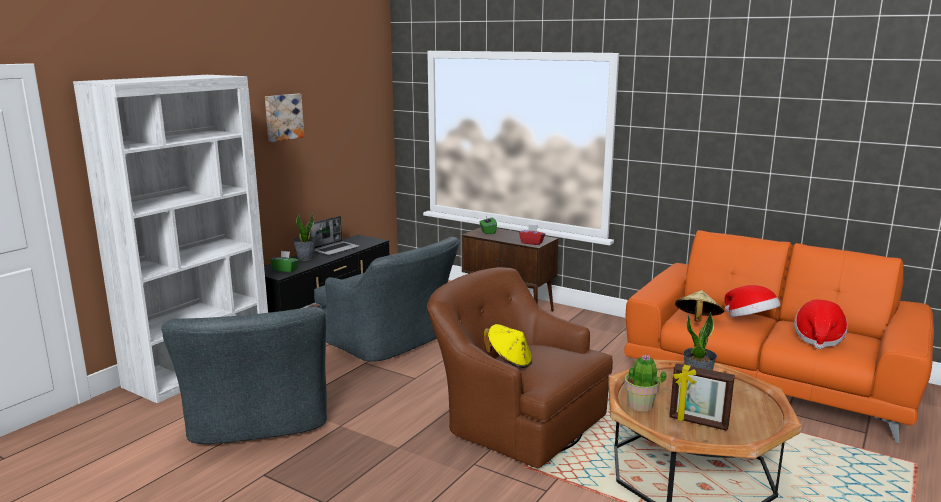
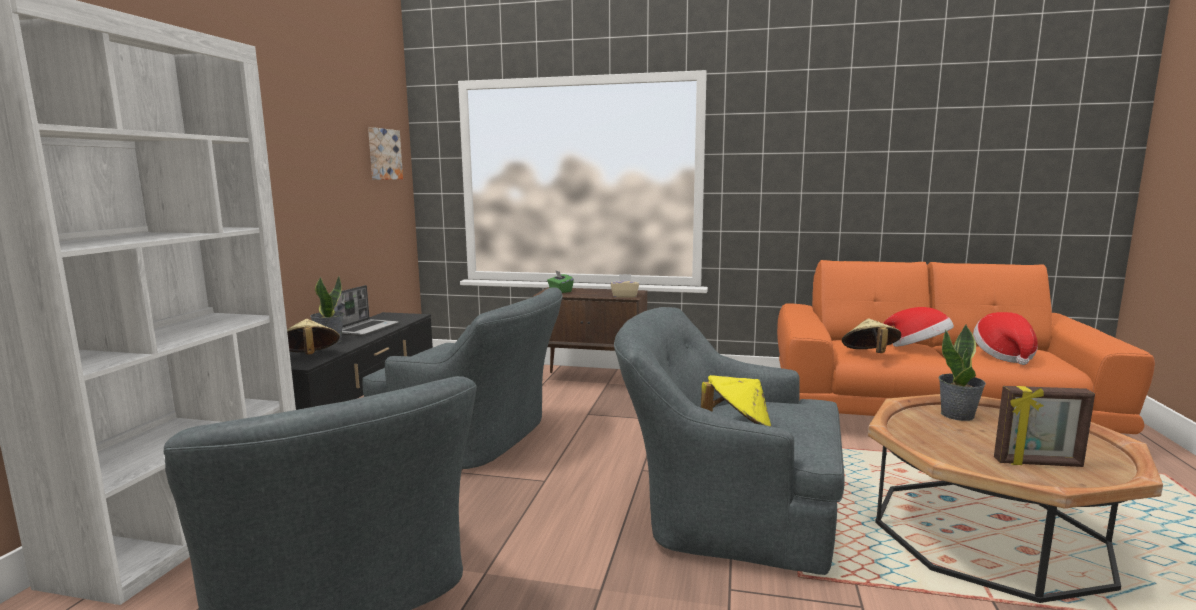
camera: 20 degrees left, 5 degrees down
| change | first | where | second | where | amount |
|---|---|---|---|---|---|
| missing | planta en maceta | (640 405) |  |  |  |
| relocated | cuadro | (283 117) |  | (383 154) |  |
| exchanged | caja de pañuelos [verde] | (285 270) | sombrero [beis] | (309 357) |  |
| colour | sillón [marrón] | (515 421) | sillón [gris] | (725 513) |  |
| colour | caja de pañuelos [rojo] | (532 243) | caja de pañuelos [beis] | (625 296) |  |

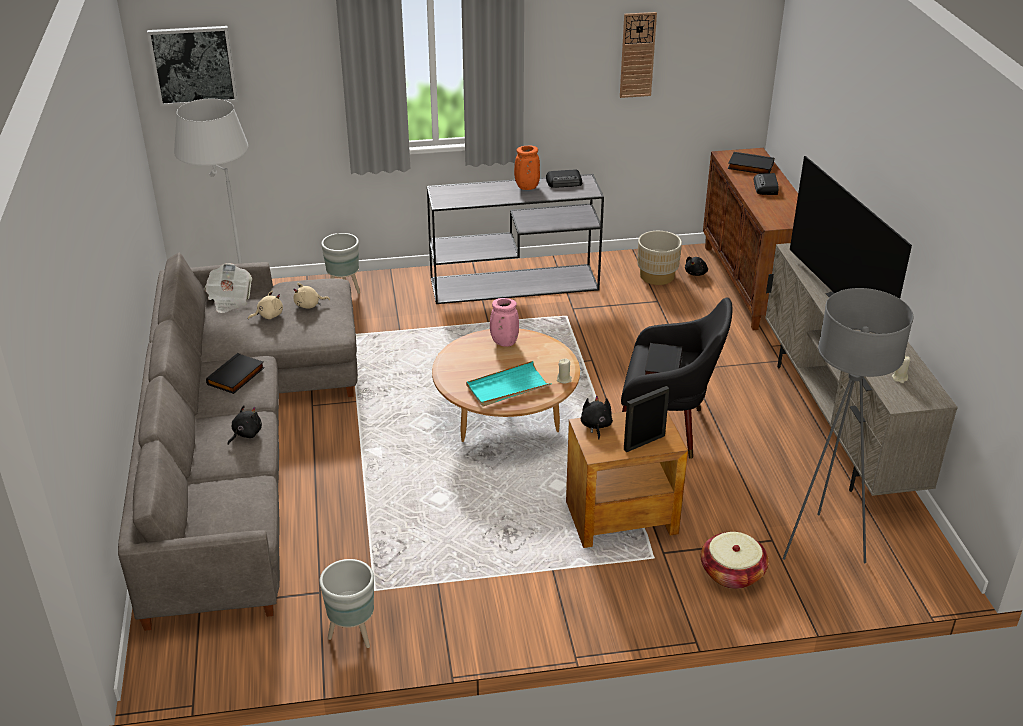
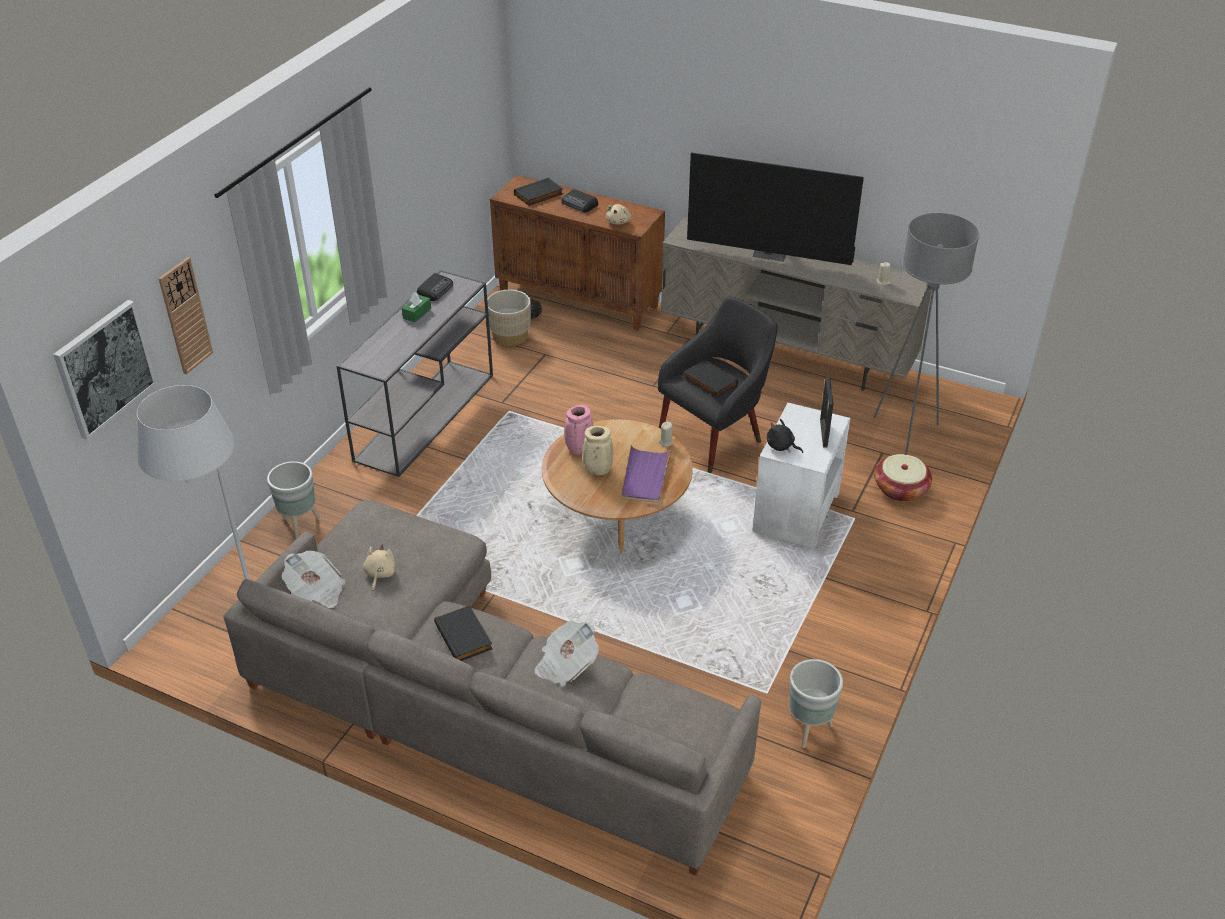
camera: 55 degrees left, 5 degrees up
| change | first | where | second | where | amount |
|---|---|---|---|---|---|
| appeared |  |  | florero [beis] | (597 470) |  |
| relocated | peluche [beis] | (309 305) |  | (618 221) |  |
| relocated | reloj de pared | (637 55) |  | (185 316) |  |
| exchanged | peluche [negro] | (245 434) | periódico | (566 664) |  |
| exchanged | florero [naranja] | (526 187) | caja de pañuelos [verde] | (417 313) |  |
| colour | bandeja [turquesa] | (507 387) | bandeja [morado] | (645 476) |  |
| colour | mesa auxiliar [marrón] | (620 517) | mesa auxiliar [blanco] | (795 512) |  |

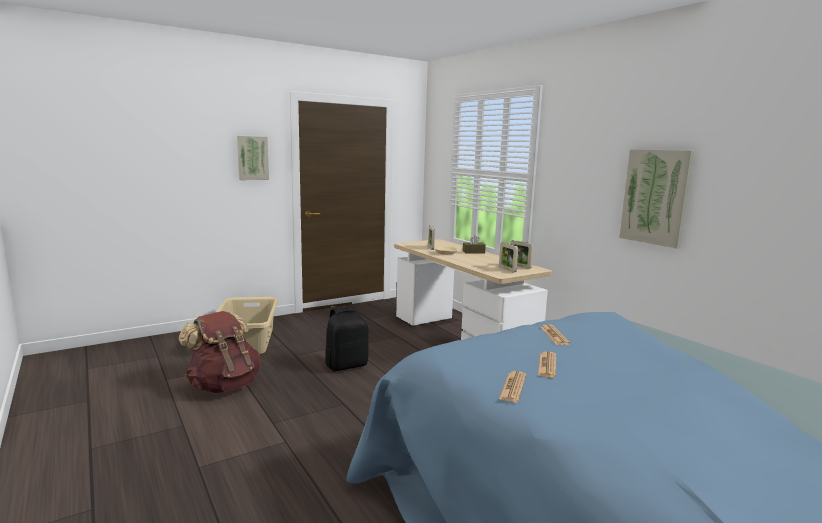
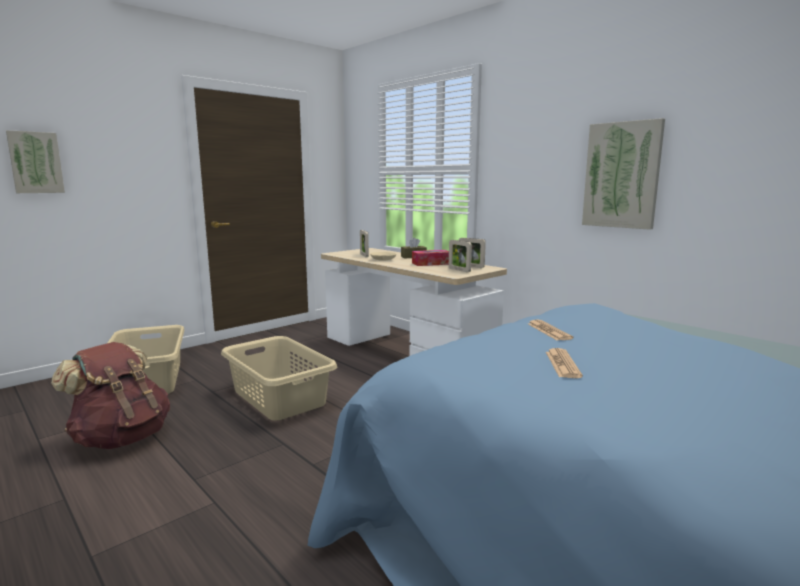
camera: 10 degrees left, 0 degrees up
| change | first | where | second | where | amount |
|---|---|---|---|---|---|
| missing | periódico | (513 387) |  |  |  |
| appeared |  |  | caja de pañuelos | (431 263) |  |
| relocated | cuadro | (252 158) |  | (35 162) |  |
| exchanged | mochila [negro] | (346 365) | cesto de la ropa [beis] | (279 397) |  |

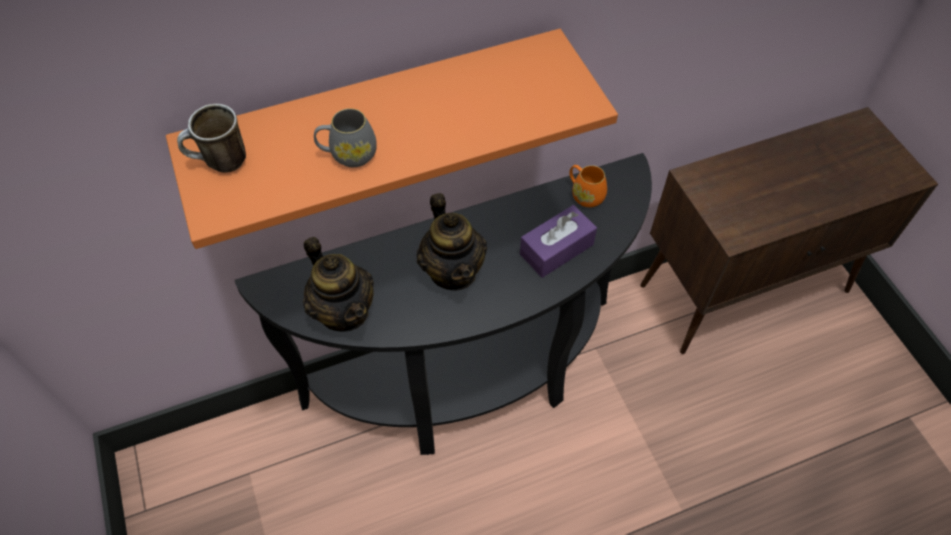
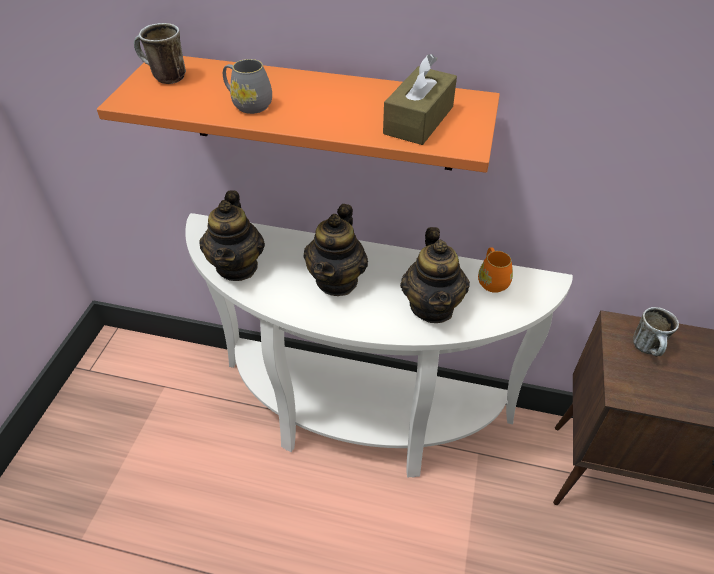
camera: 35 degrees right, 10 degrees down
| change | first | where | second | where | amount |
|---|---|---|---|---|---|
| appeared |  |  | caja de pañuelos [marrón] | (418 120) |  |
| appeared |  |  | taza grande | (648 350) |  |
| exchanged | caja de pañuelos [morado] | (556 249) | tetera | (432 306) |  |
| colour | mesa consola [negro] | (472 383) | mesa consola [blanco] | (358 420) |  |

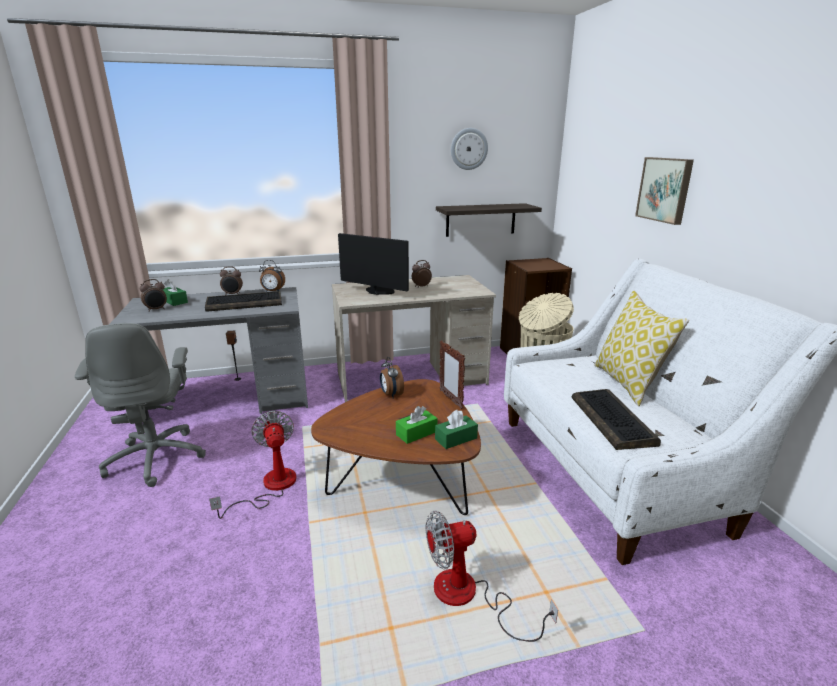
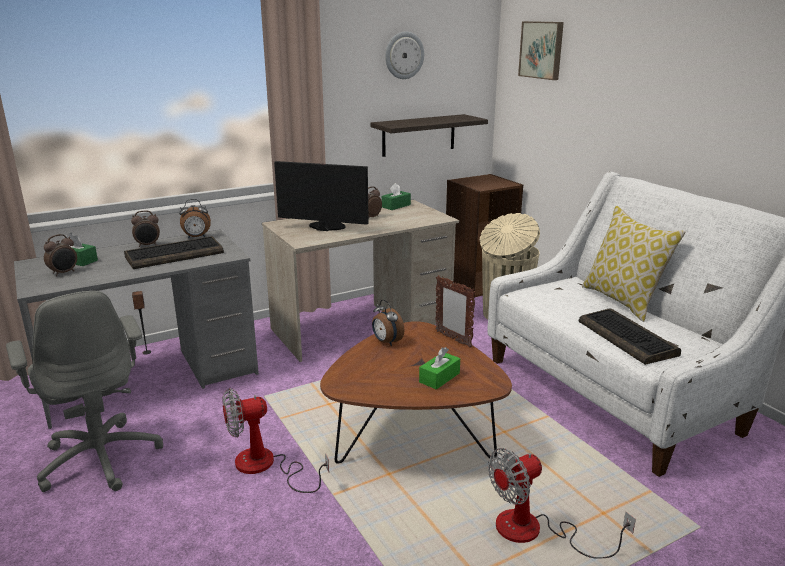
camera: 15 degrees left, 0 degrees up
| change | first | where | second | where | amount |
|---|---|---|---|---|---|
| relocated | caja de pañuelos [verde] | (456 438) |  | (396 206) |  |
| relocated | cuadro | (665 189) |  | (542 50) |  |
| spun | ventilador | (270 487) |  | (266 466) | 75 degrees counterclockwise |

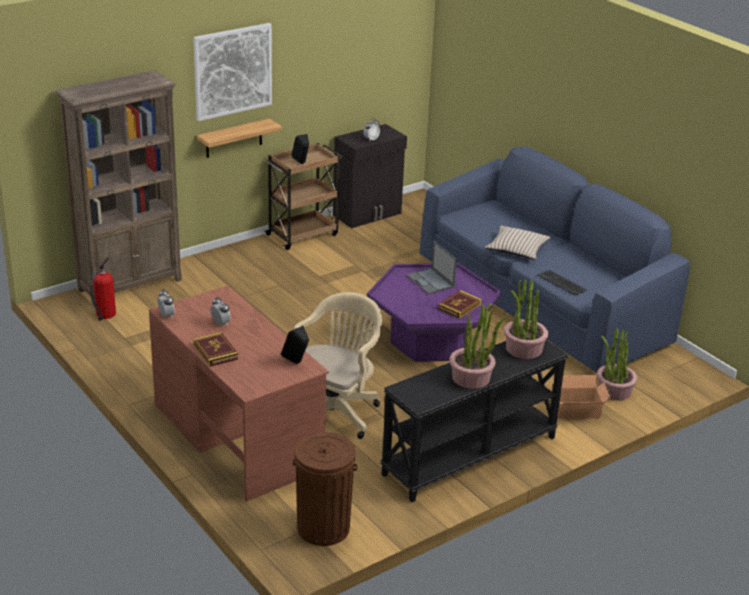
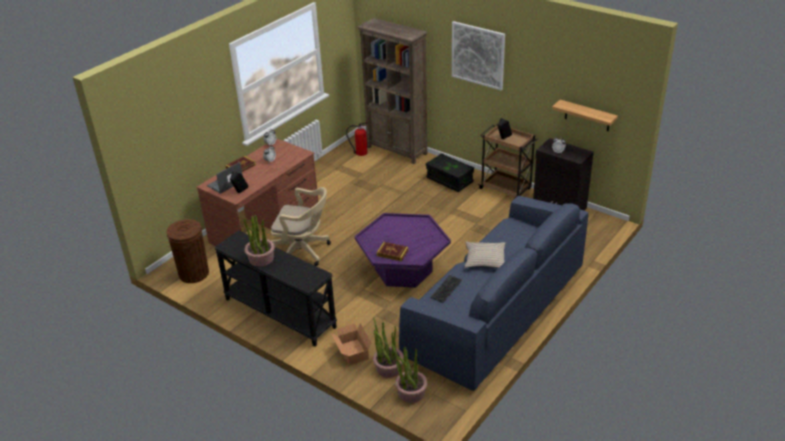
camera: 75 degrees right, 5 degrees up
| change | first | where | second | where | amount |
|---|---|---|---|---|---|
| appeared |  |  | caja de almacenaje [negro] | (449 180) |  |
| relocated | estante | (234 138) |  | (587 116) |  |
| relocated | portátil | (431 281) |  | (225 184) |  |
| relocated | planta en maceta | (523 348) |  | (411 392) |  |

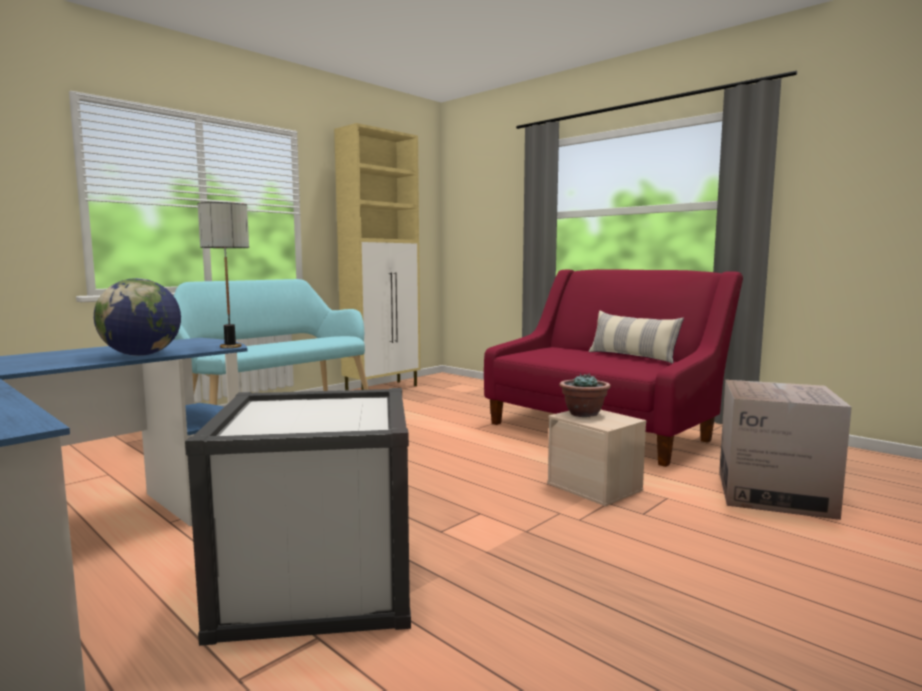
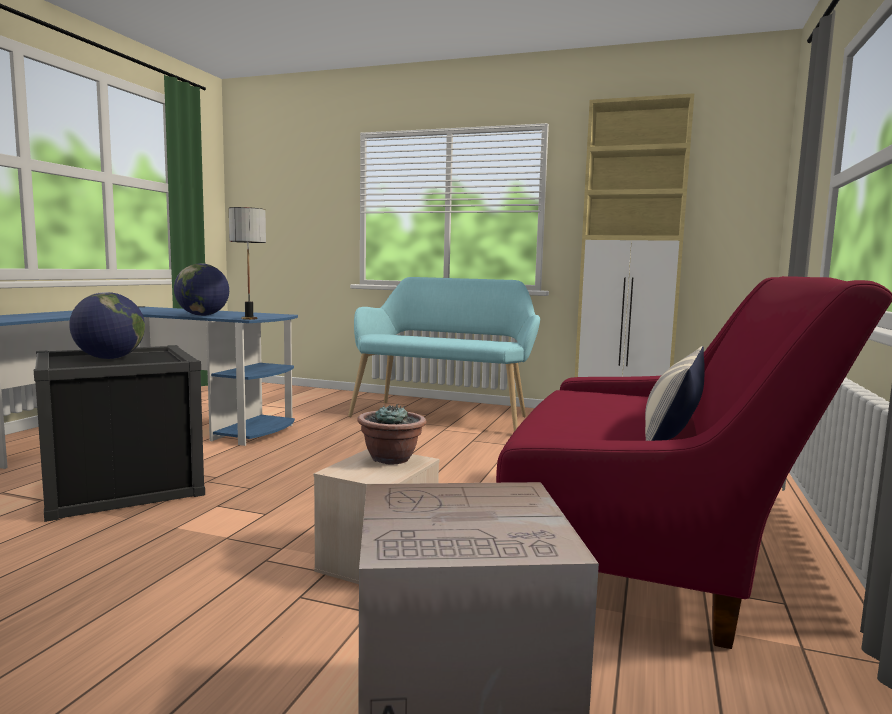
camera: 65 degrees right, 0 degrees up
| change | first | where | second | where | amount |
|---|---|---|---|---|---|
| appeared |  |  | globo terráqueo | (109 358) |  |
| colour | caja de almacenaje [blanco] | (317 582) | caja de almacenaje [negro] | (121 485) |  |

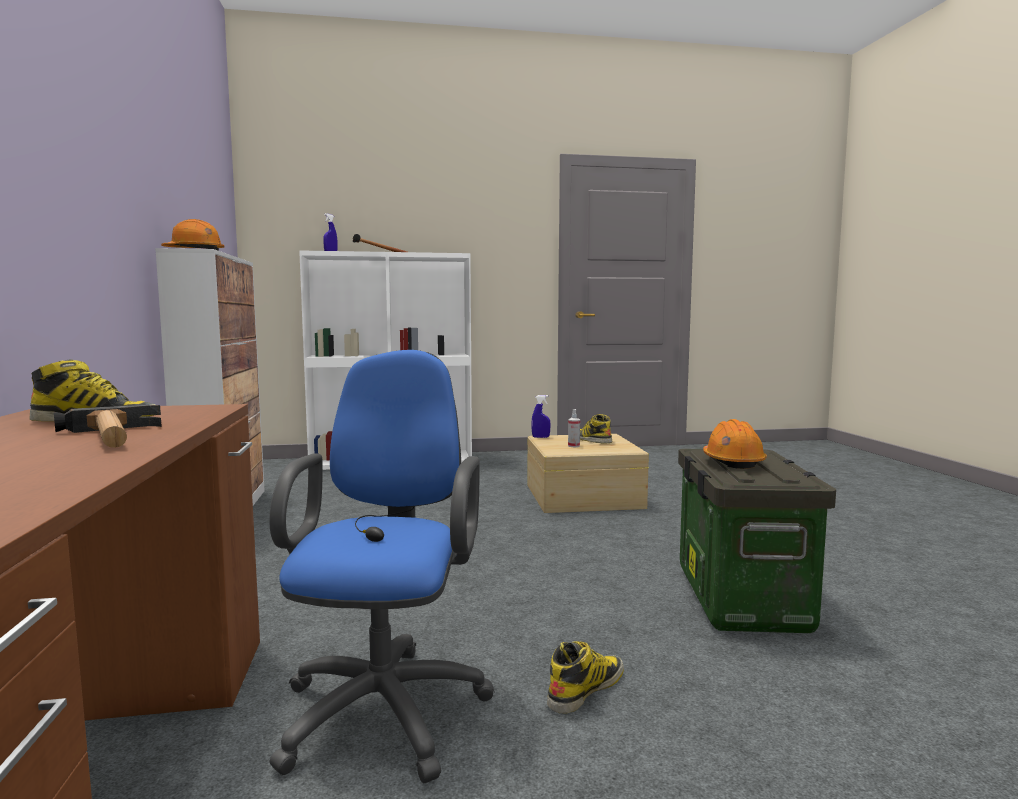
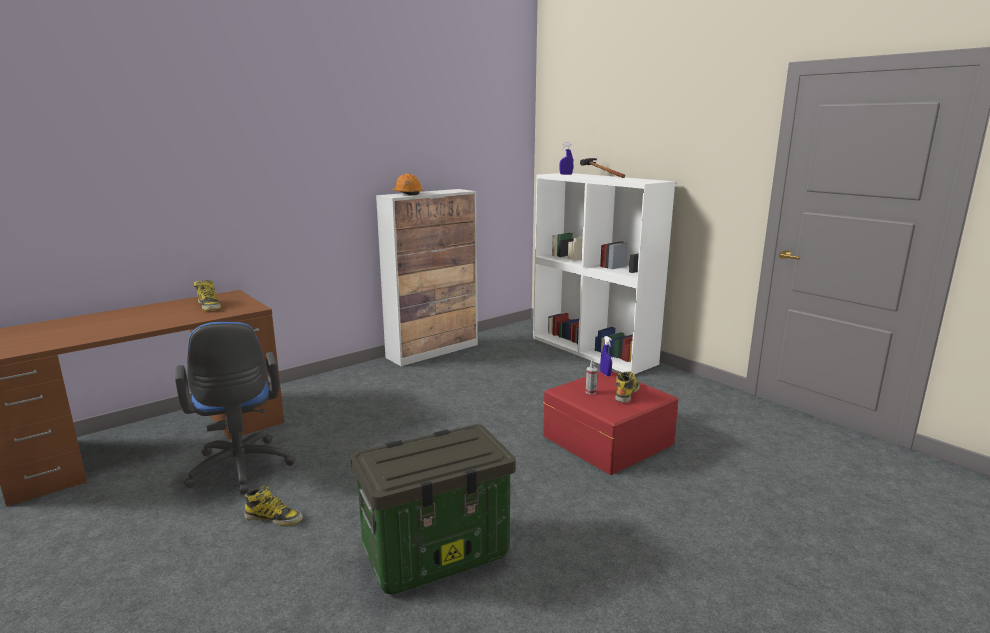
camera: 60 degrees right, 10 degrees up
| change | first | where | second | where | amount |
|---|---|---|---|---|---|
| missing | martillo | (113 437) |  |  |  |
| missing | casco [naranja] | (732 462) |  |  |  |
| colour | caja de almacenaje [beis] | (582 496) | caja de almacenaje [rojo] | (607 439) |  |
| spun | silla de oficina [azul] | (387 704) |  | (241 470) | 90 degrees clockwise |

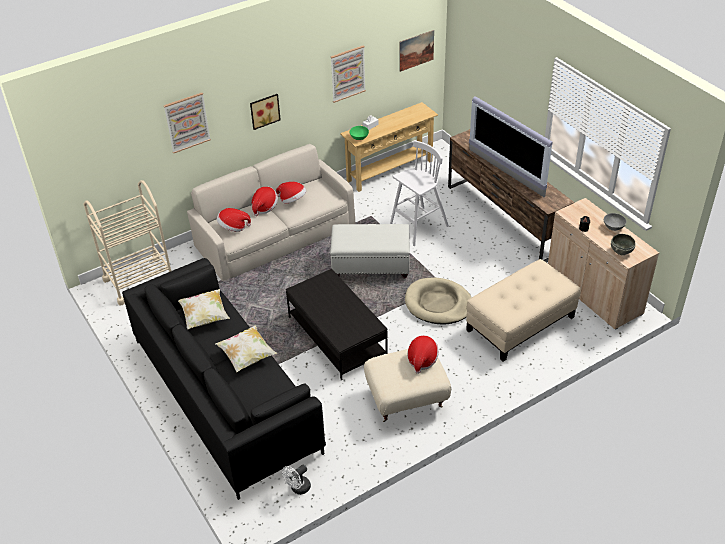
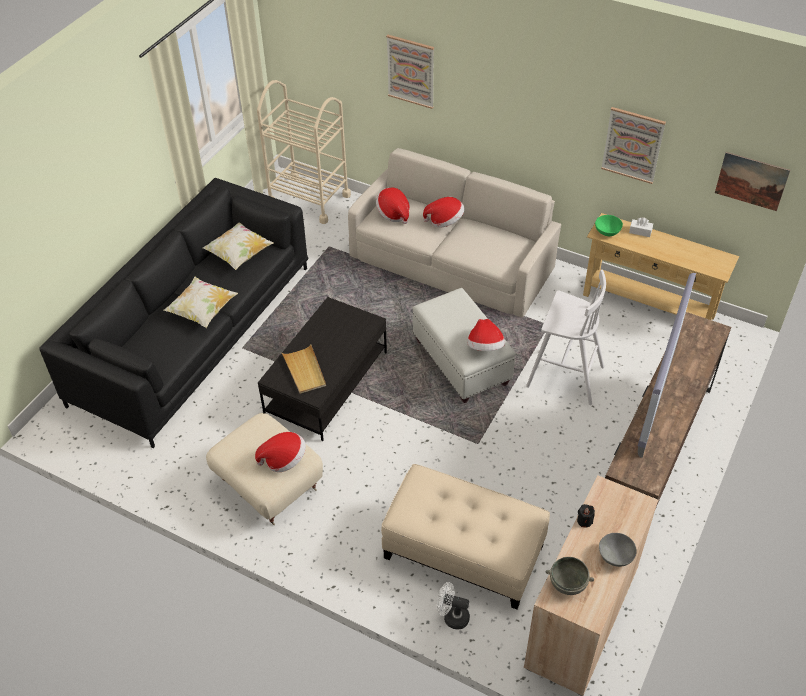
camera: 60 degrees right, 5 degrees up
| change | first | where | second | where | amount |
|---|---|---|---|---|---|
| missing | cuadro | (264 110) |  |  |  |
| missing | cama para perro [beis] | (438 304) |  |  |  |
| appeared |  |  | bandeja [beis] | (304 371) |  |
| relocated | sombrero | (292 200) |  | (485 347) |  |
| relocated | ventilador [blanco] | (298 488) |  | (452 617) |  |

